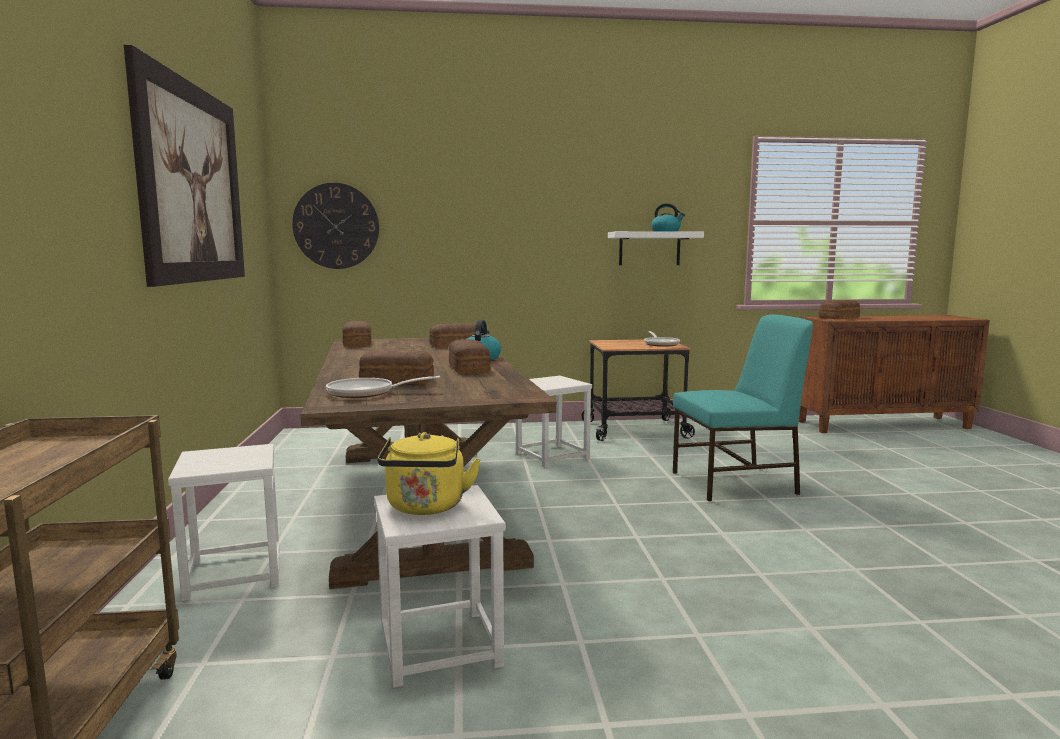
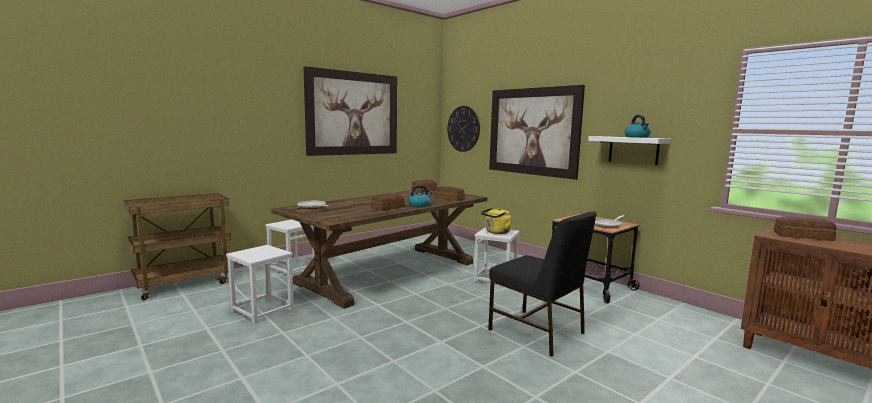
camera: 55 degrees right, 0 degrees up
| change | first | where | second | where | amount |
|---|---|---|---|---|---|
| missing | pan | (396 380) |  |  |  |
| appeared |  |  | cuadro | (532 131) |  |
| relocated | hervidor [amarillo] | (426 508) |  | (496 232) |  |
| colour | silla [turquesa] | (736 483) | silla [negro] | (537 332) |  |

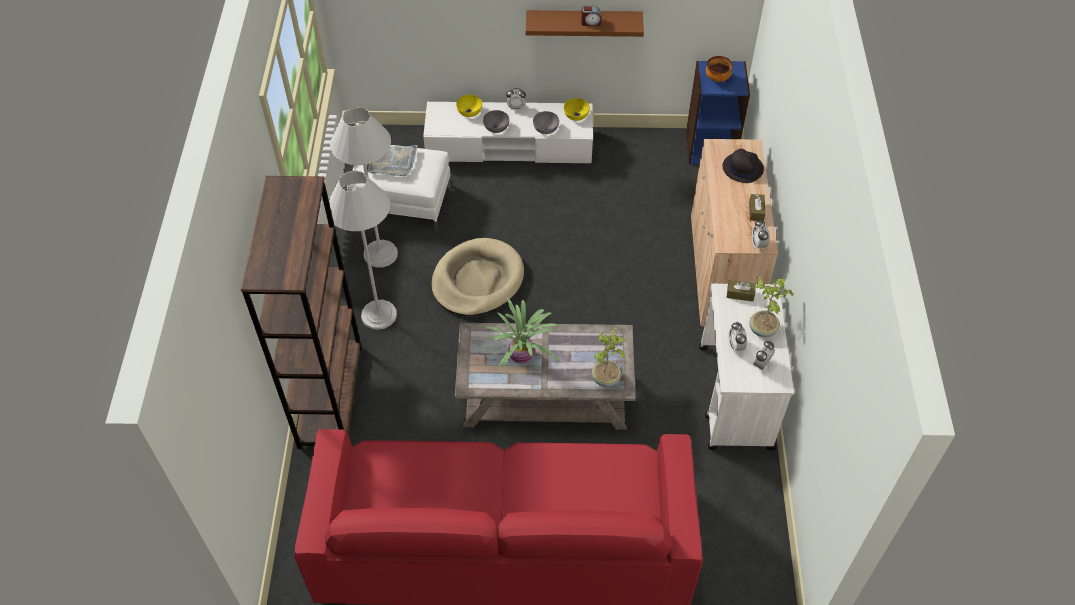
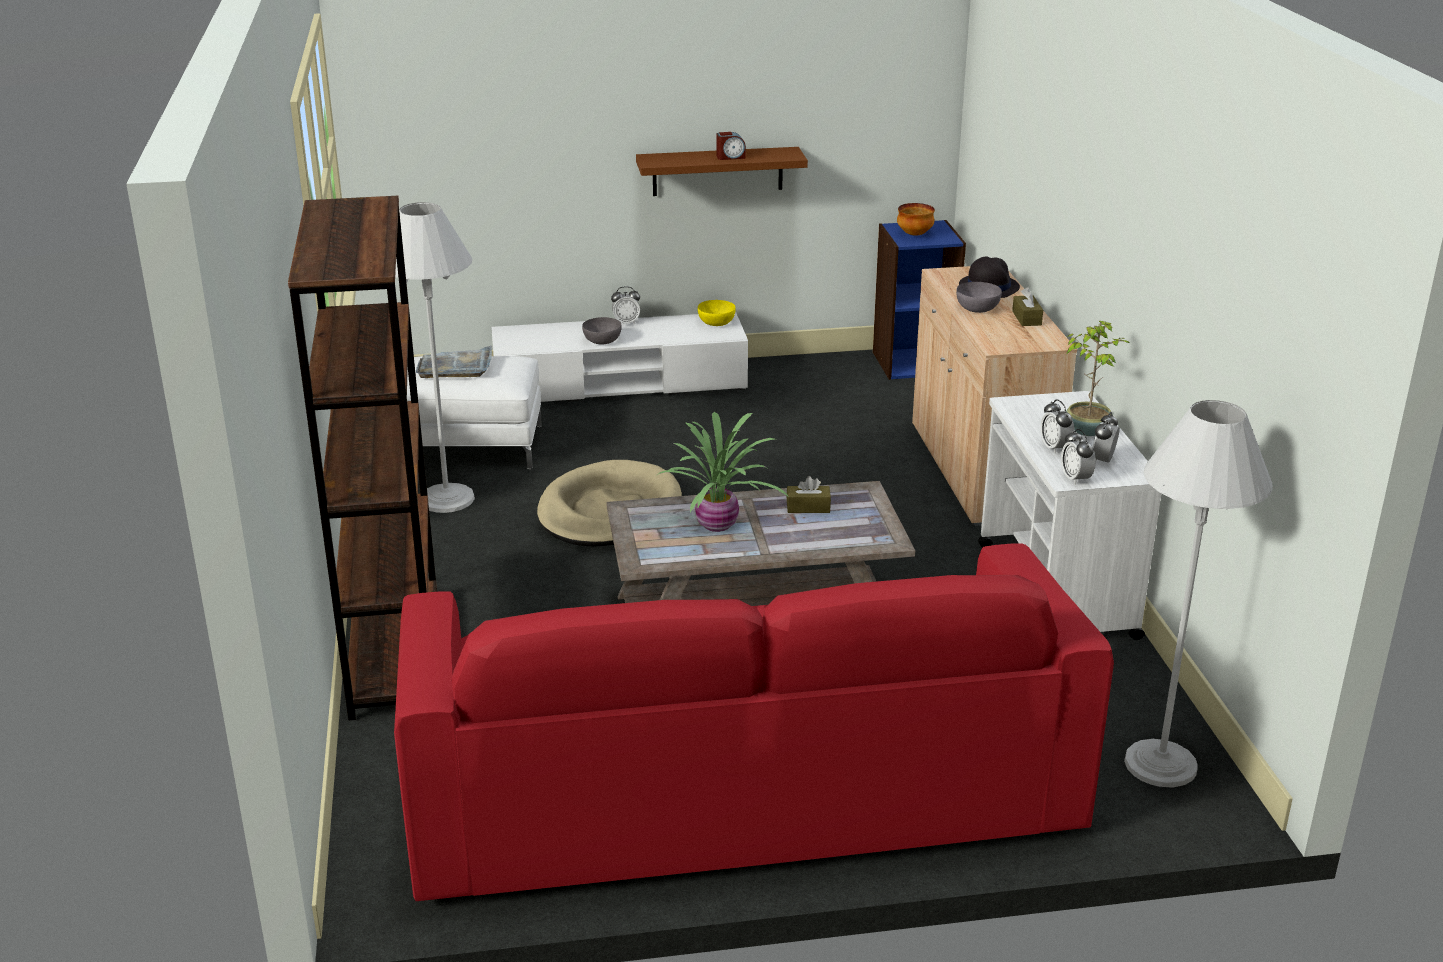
camera: 10 degrees left, 25 degrees down
| change | first | where | second | where | amount |
|---|---|---|---|---|---|
| missing | cuenco [amarillo] | (469 112) |  |  |  |
| missing | planta en maceta | (606 378) |  |  |  |
| relocated | lámpara de pie [blanco] | (379 315) |  | (1160 764) |  |
| relocated | cuenco [gris] | (546 128) |  | (977 308) |  |
| relocated | caja de pañuelos [marrón] | (740 294) |  | (808 507) |  |
| relocated | despertador | (758 244) |  | (1075 479) |  |

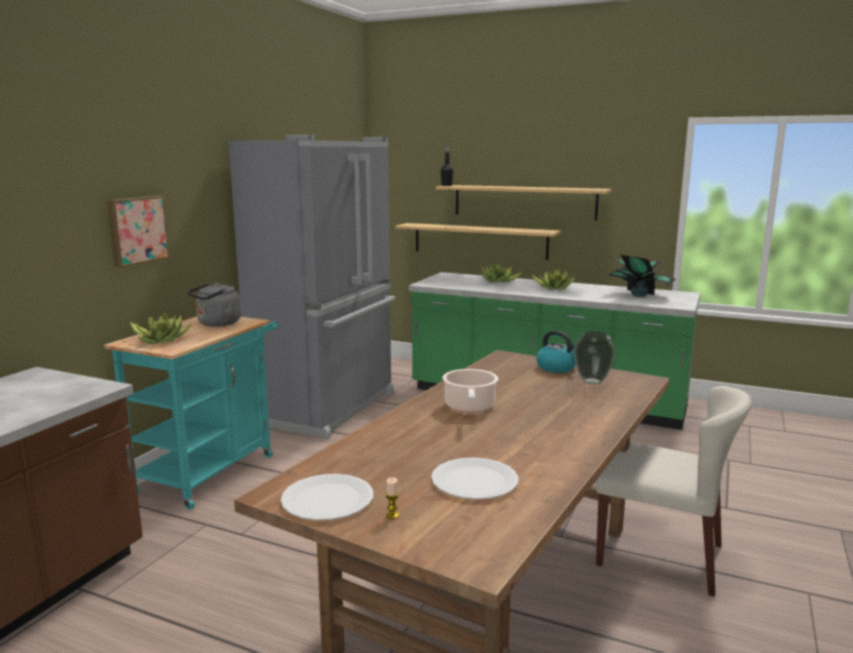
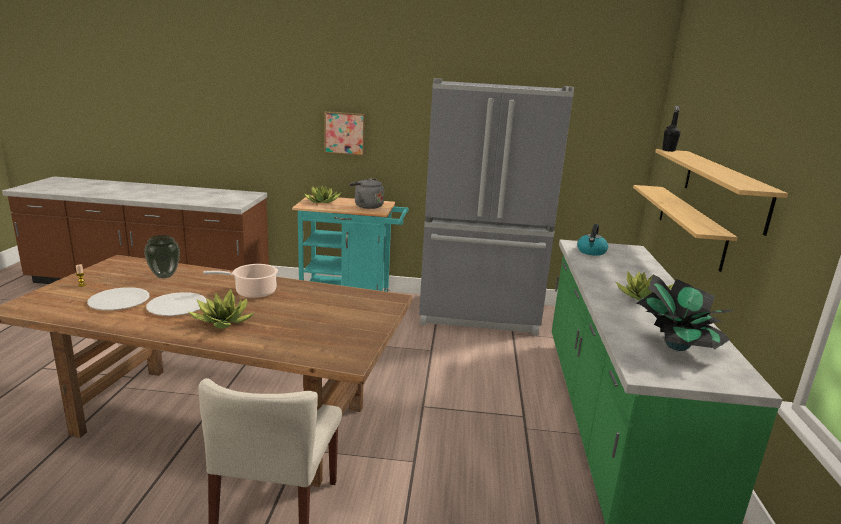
camera: 70 degrees right, 5 degrees up
| change | first | where | second | where | amount |
|---|---|---|---|---|---|
| relocated | plato [blanco] | (328 499) |  | (177 306) |  |
| relocated | planta en maceta | (498 282) |  | (223 322) |  |
| relocated | hervidor | (557 367) |  | (591 252) |  |
| relocated | florero | (591 381) |  | (164 276) |  |

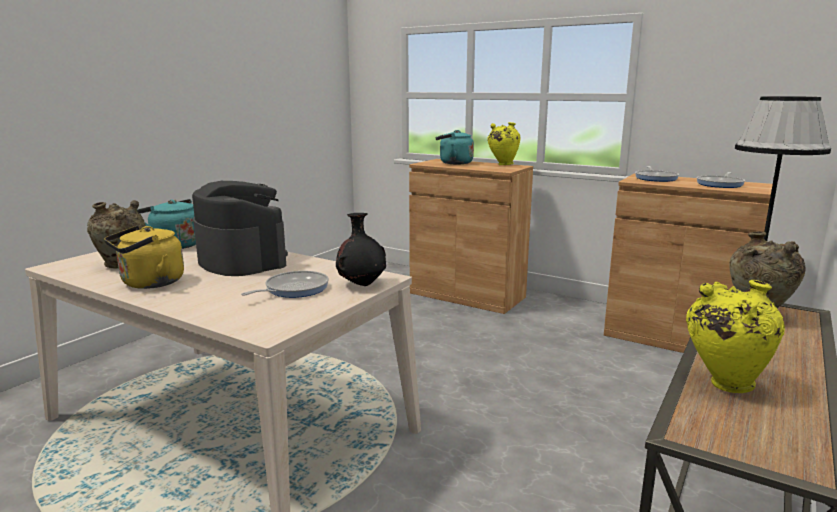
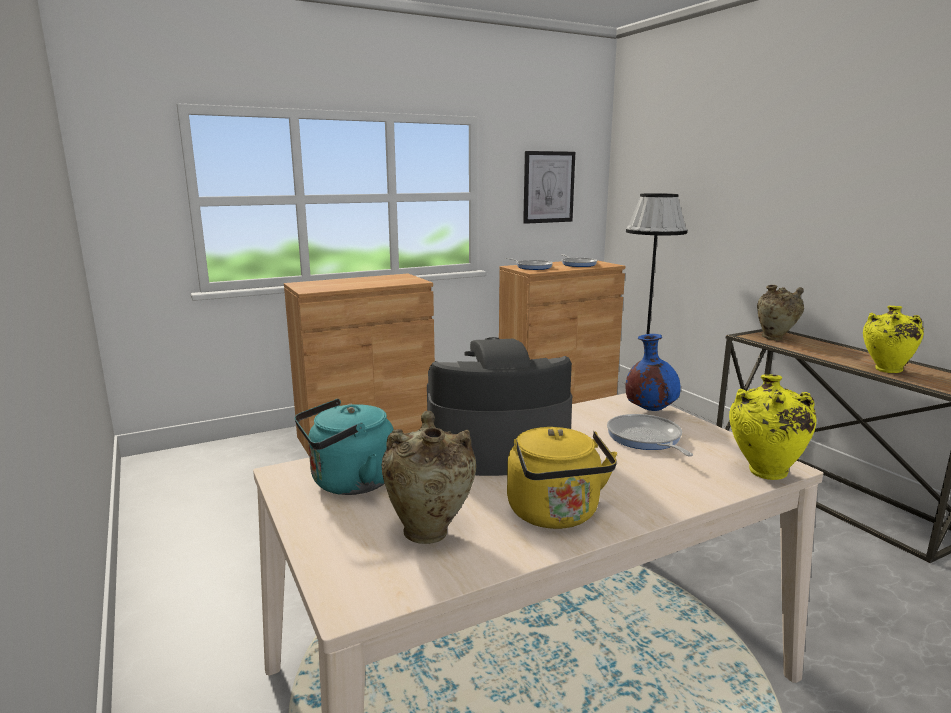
camera: 60 degrees left, 0 degrees up
| change | first | where | second | where | amount |
|---|---|---|---|---|---|
| missing | hervidor [turquesa] | (453 163) |  |  |  |
| appeared |  |  | cuadro | (548 187) |  |
| relocated | florero [amarillo] | (503 164) |  | (764 474) |  |
| colour | florero [negro] | (362 284) | florero [azul] | (649 410) |  |

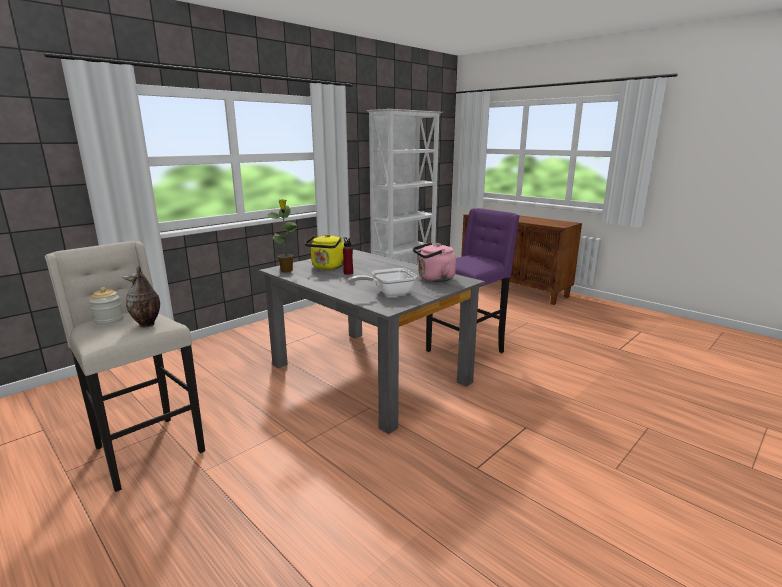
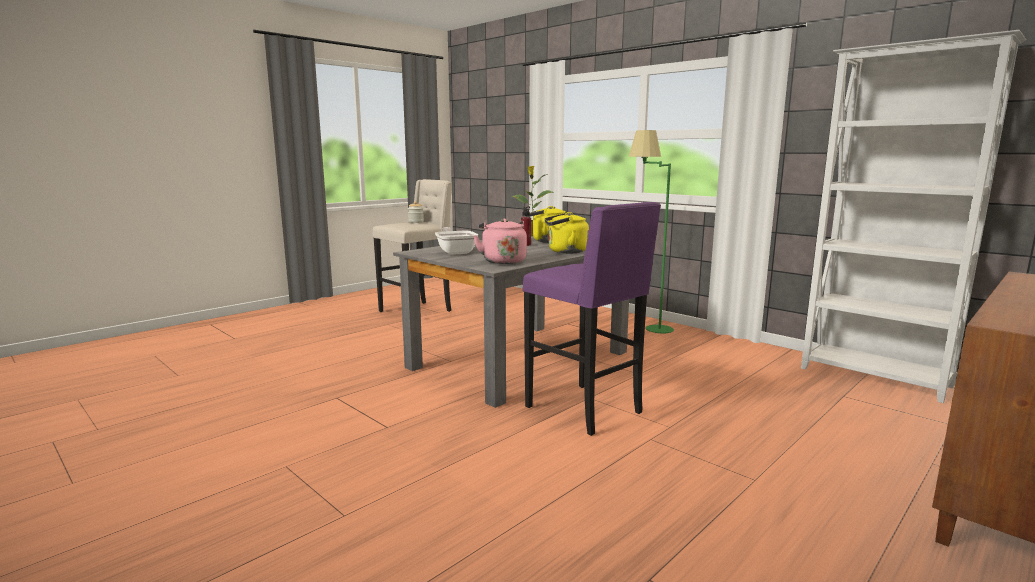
camera: 90 degrees right, 5 degrees down
| change | first | where | second | where | amount |
|---|---|---|---|---|---|
| missing | florero | (147 324) |  |  |  |
| appeared |  |  | hervidor [amarillo] | (565 251) |  |
| appeared |  |  | lámpara de pie [verde] | (646 328) |  |

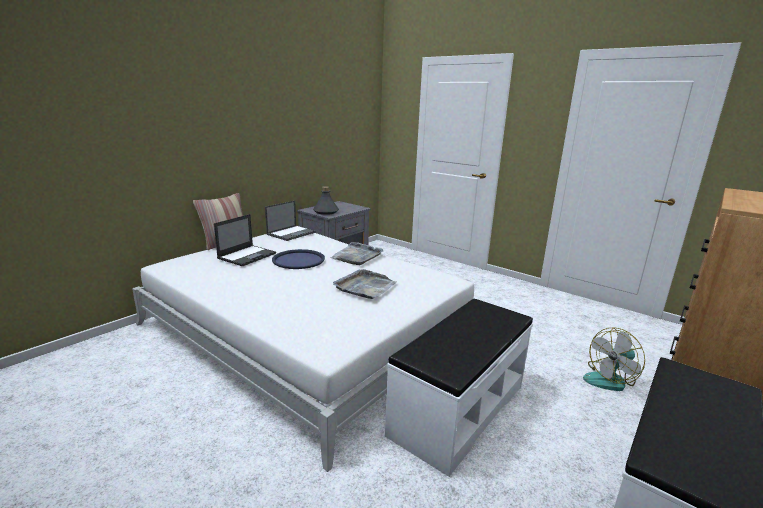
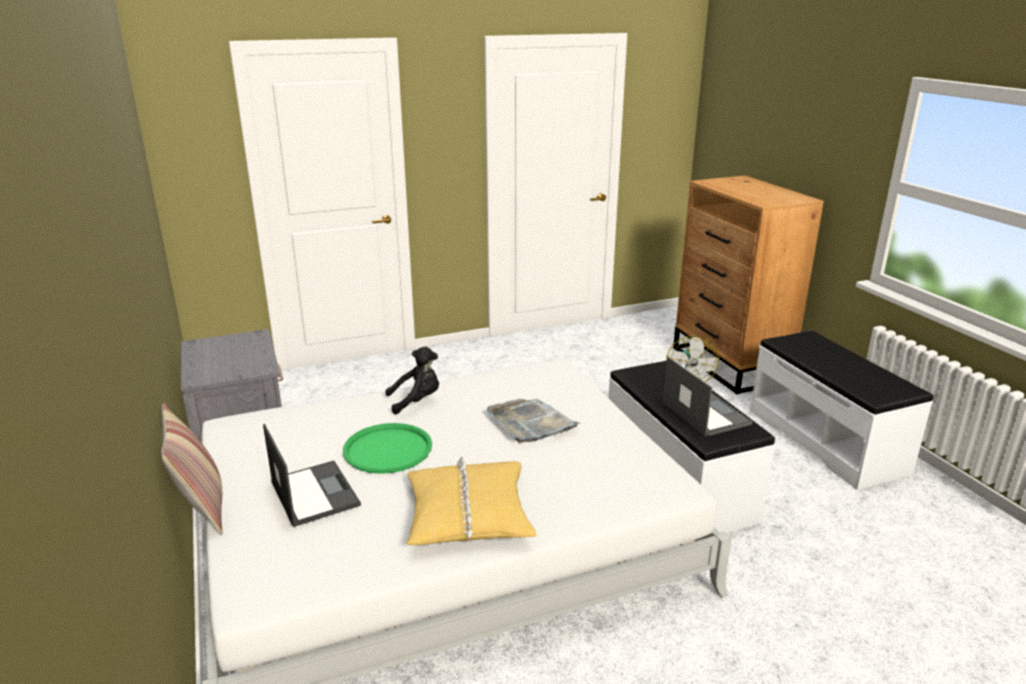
camera: 60 degrees left, 5 degrees up
| change | first | where | second | where | amount |
|---|---|---|---|---|---|
| missing | botella [gris] | (325 212) |  |  |  |
| appeared |  |  | cojín [amarillo] | (468 514) |  |
| relocated | portátil | (291 233) |  | (704 413) |  |
| exchanged | bandeja [gris] | (357 256) | peluche [negro] | (416 401) |  |
| colour | bandeja [azul] | (298 260) | bandeja [verde] | (388 449) |  |

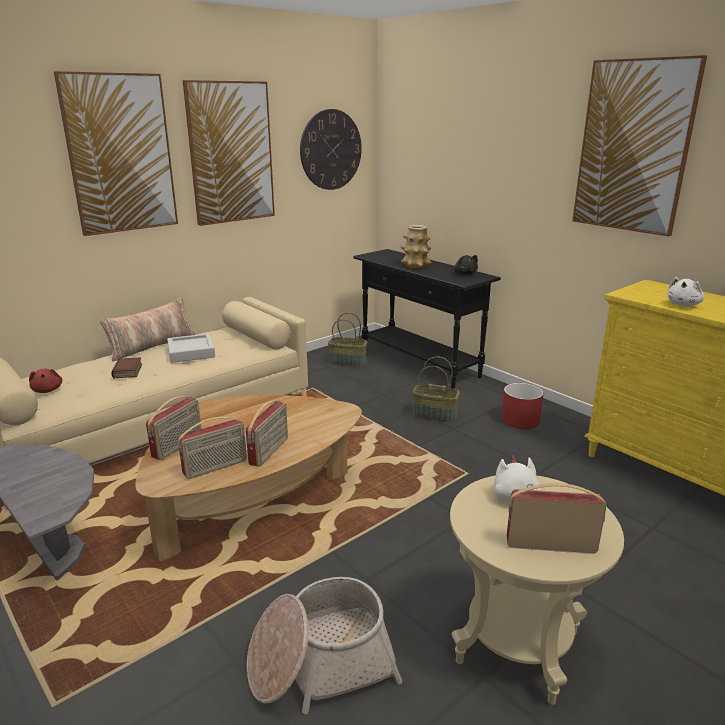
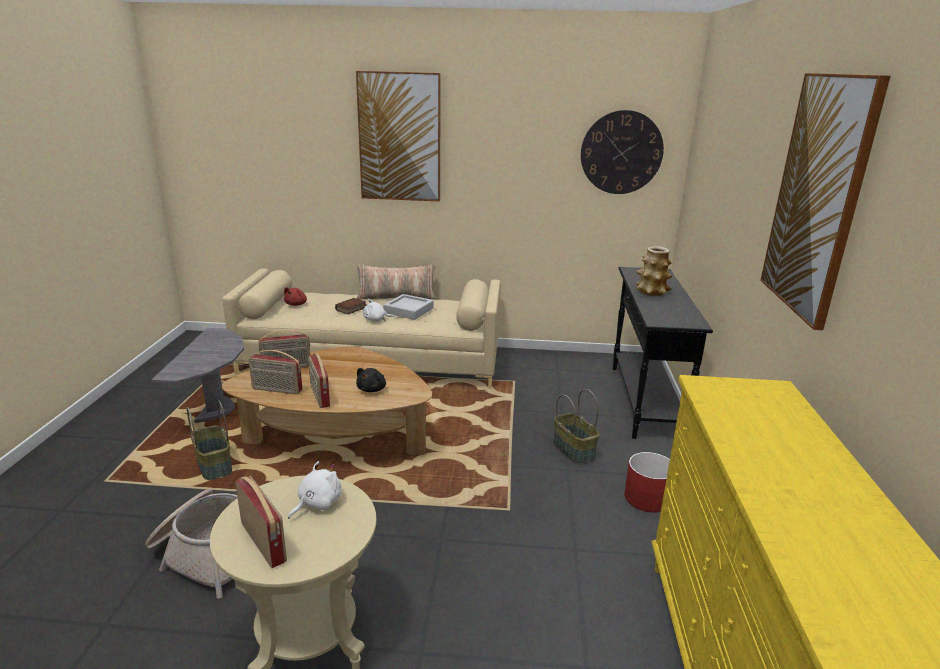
camera: 45 degrees right, 0 degrees up
| change | first | where | second | where | amount |
|---|---|---|---|---|---|
| missing | cuadro | (231 153) |  |  |  |
| relocated | cesta | (348 361) |  | (215 465) |  |
| relocated | peluche [negro] | (465 273) |  | (372 389) |  |
| relocated | peluche [blanco] | (683 304) |  | (376 320) |  |
| spun | radio | (269 451) |  | (319 396) | 90 degrees clockwise |

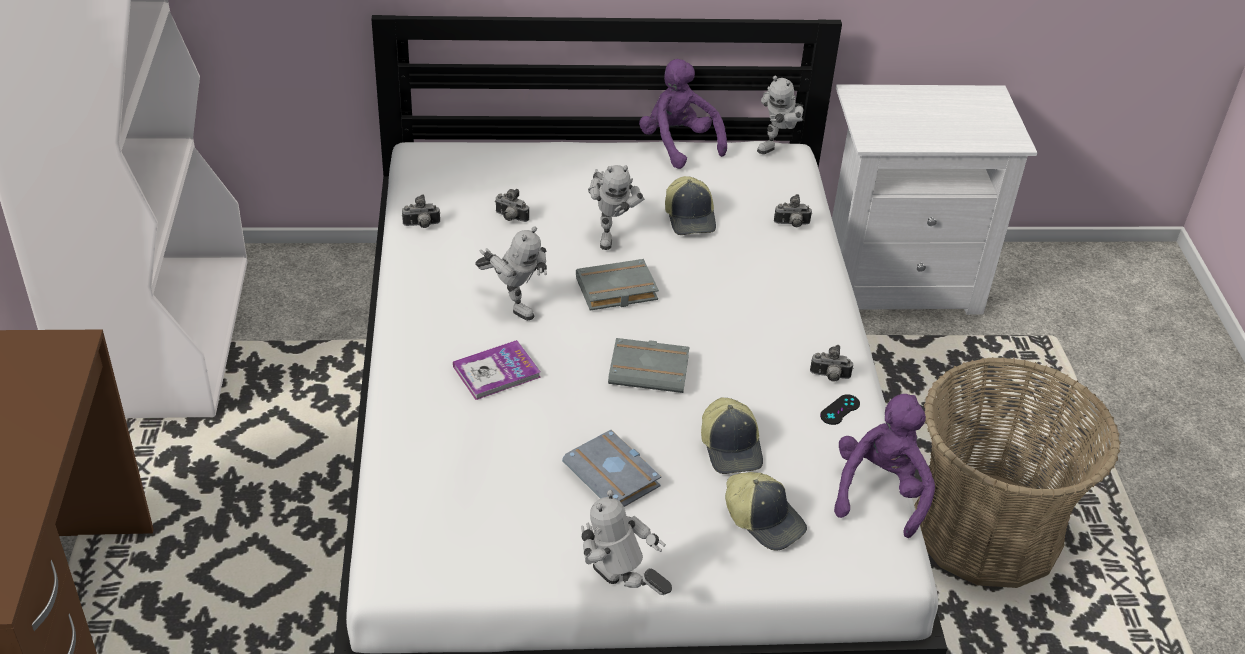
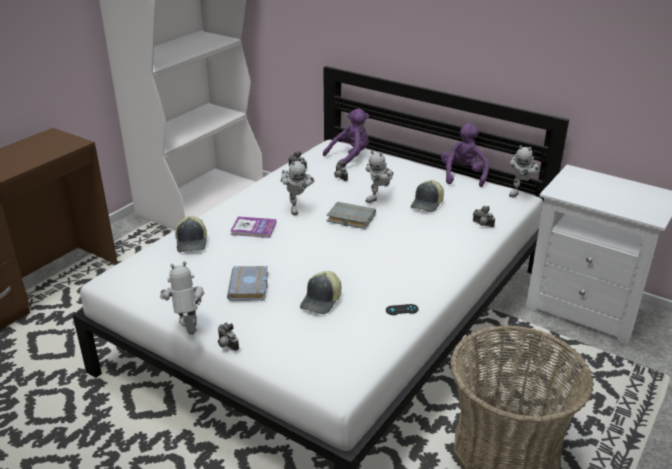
camera: 40 degrees right, 10 degrees down
| change | first | where | second | where | amount |
|---|---|---|---|---|---|
| missing | libro [gris] | (650 370) |  |  |  |
| relocated | gorra | (764 519) |  | (192 242) |  |
| relocated | cámara | (829 377) |  | (226 345) |  |
| relocated | peluche [morado] | (880 492) |  | (350 157) |  |
| spun | robot de juguete | (779 146) |  | (520 192) | 45 degrees counterclockwise |

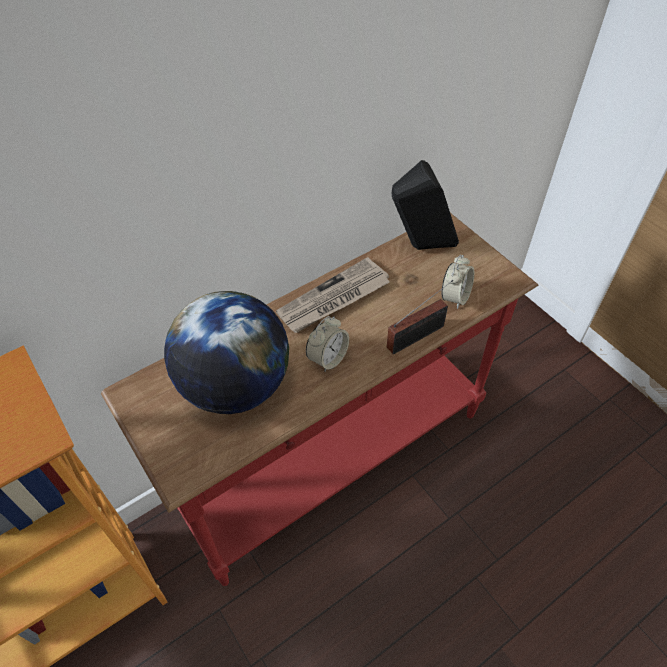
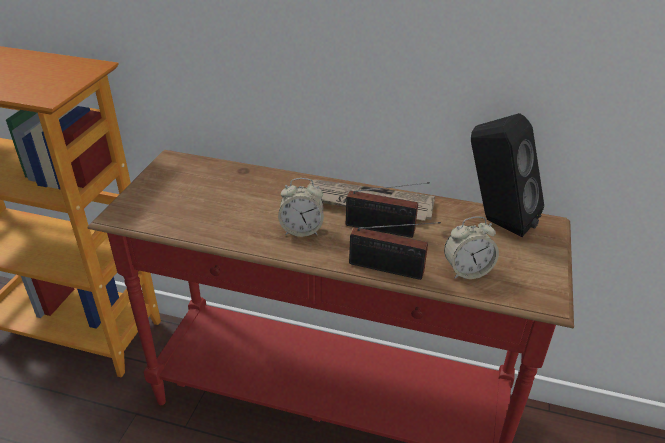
camera: 50 degrees right, 15 degrees down
| change | first | where | second | where | amount |
|---|---|---|---|---|---|
| missing | globo terráqueo | (235 386) |  |  |  |
| appeared |  |  | radio | (383 229) |  |

